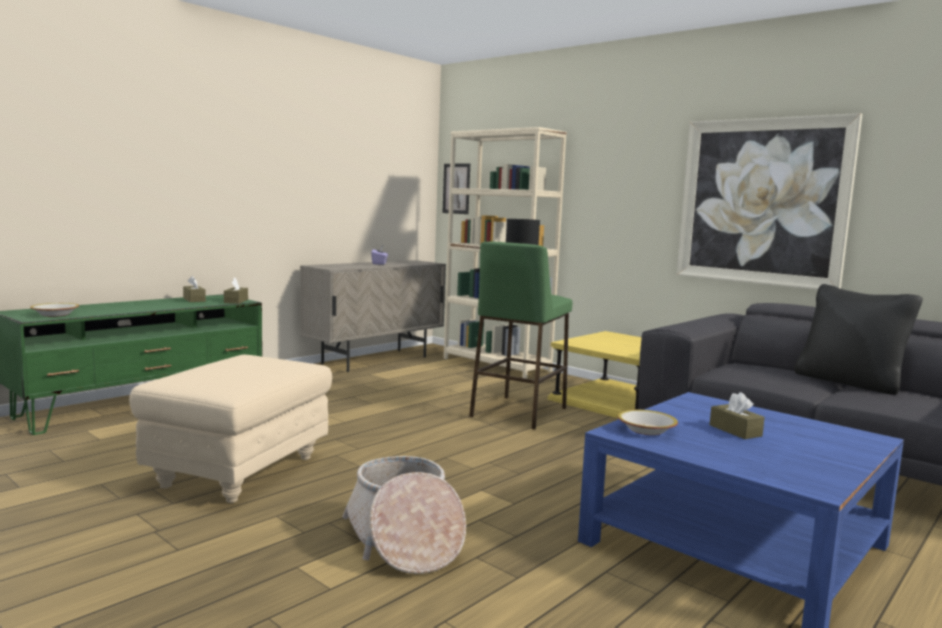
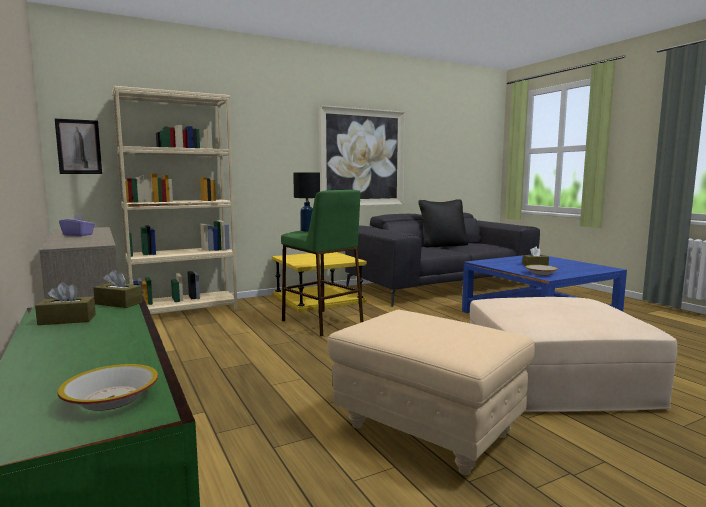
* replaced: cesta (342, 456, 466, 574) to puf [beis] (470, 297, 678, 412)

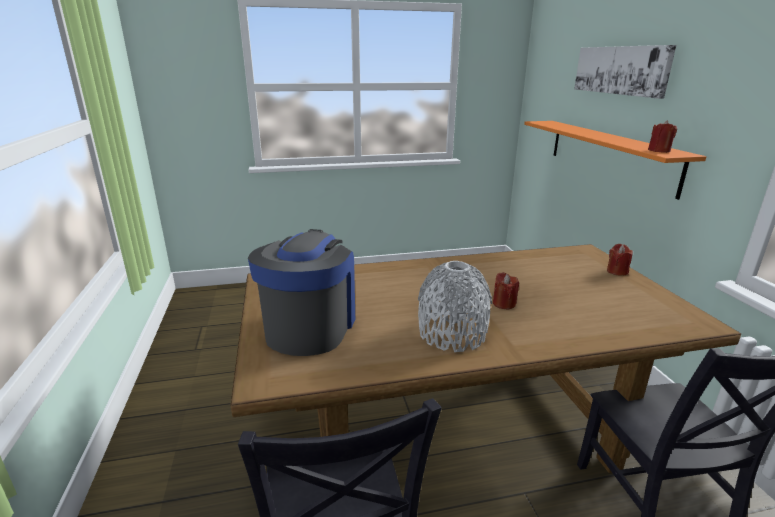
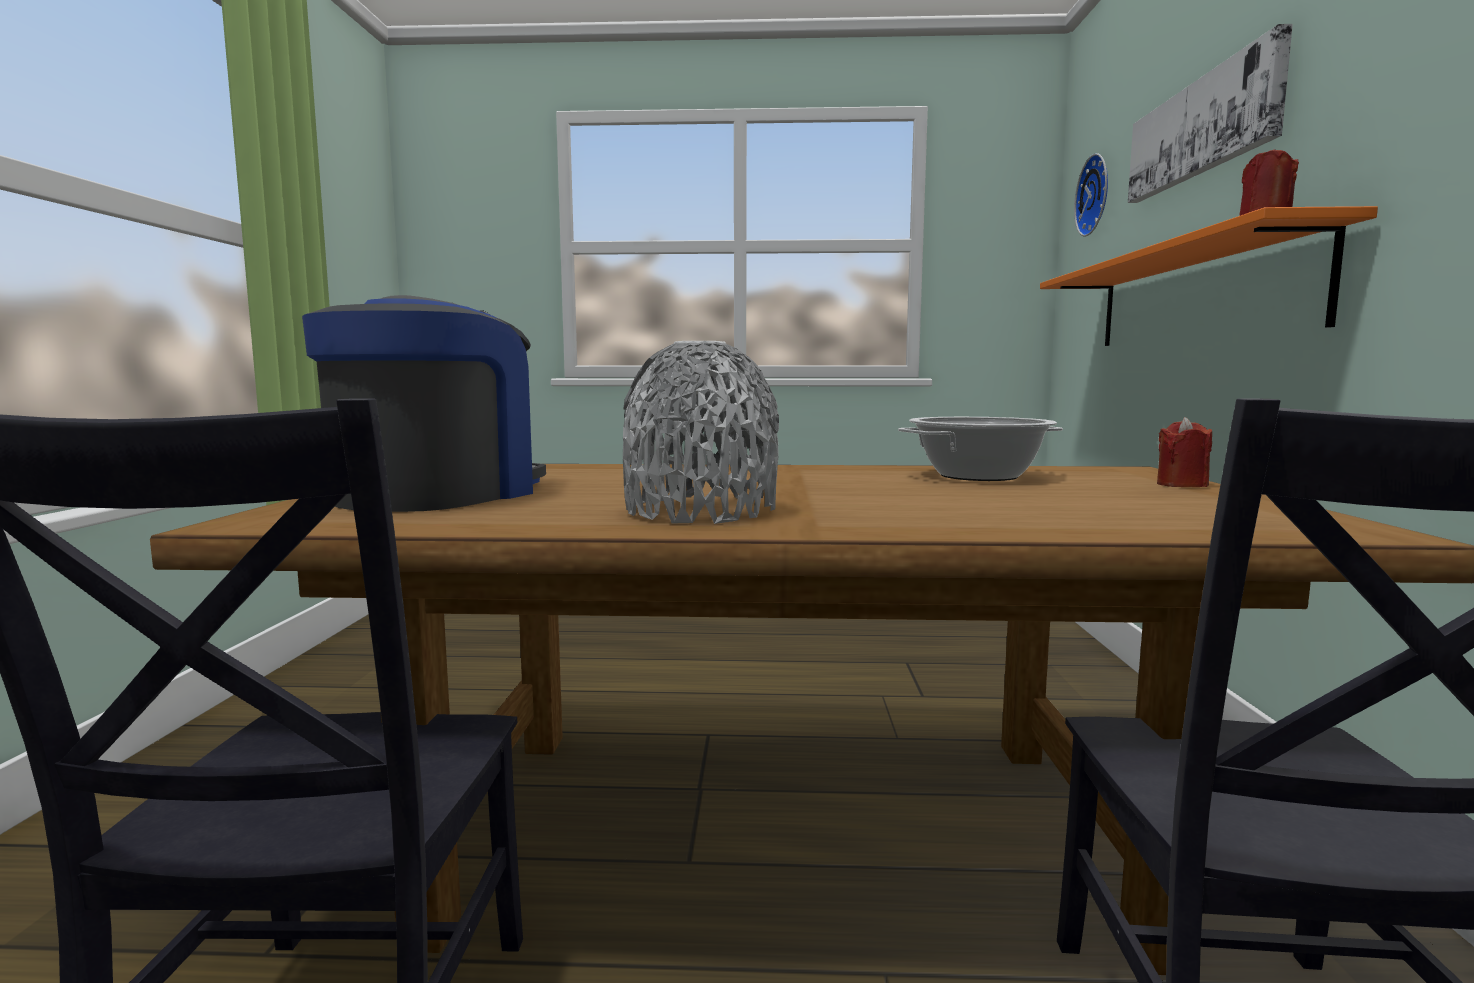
* removed: vela [rojo] (493, 272, 519, 309)
* added: olla (898, 417, 1063, 481)
* added: reloj de pared (1074, 153, 1108, 237)

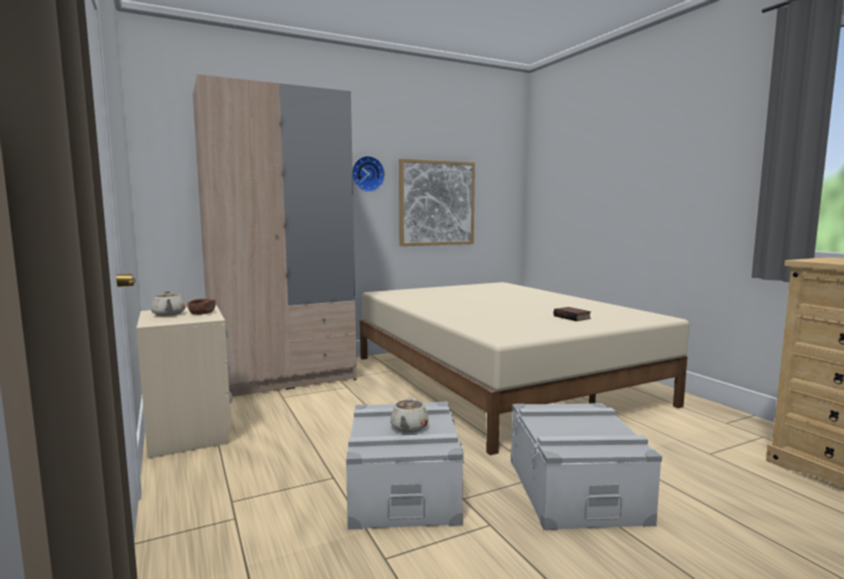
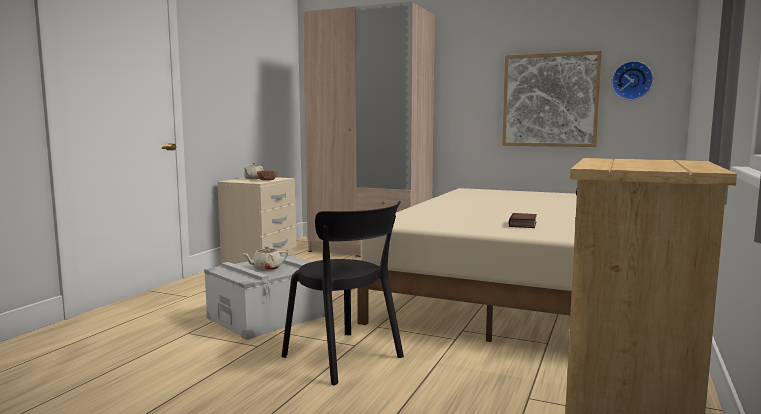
* moved: reloj de pared (352, 156, 385, 192) to (611, 61, 653, 100)
* replaced: caja de almacenaje [gris] (511, 403, 662, 530) to silla [negro] (281, 201, 404, 385)

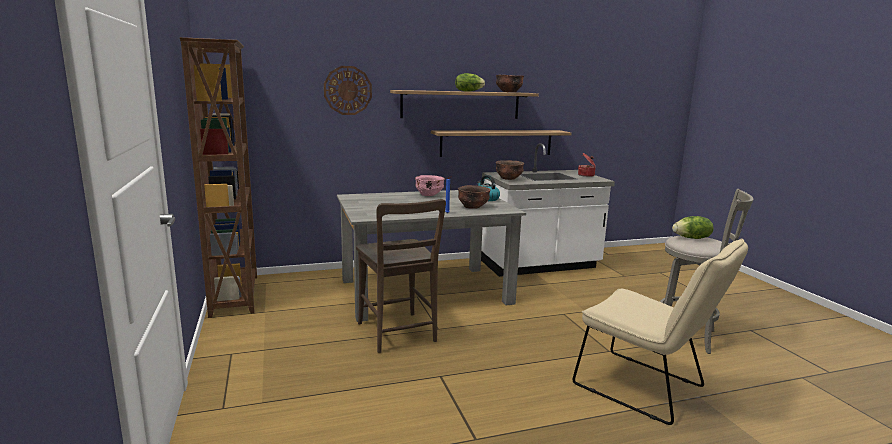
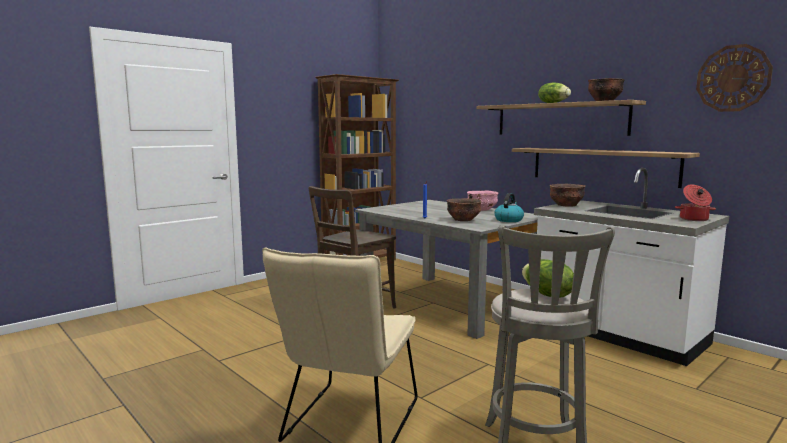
* moved: reloj de pared (324, 66, 372, 115) to (696, 44, 773, 112)

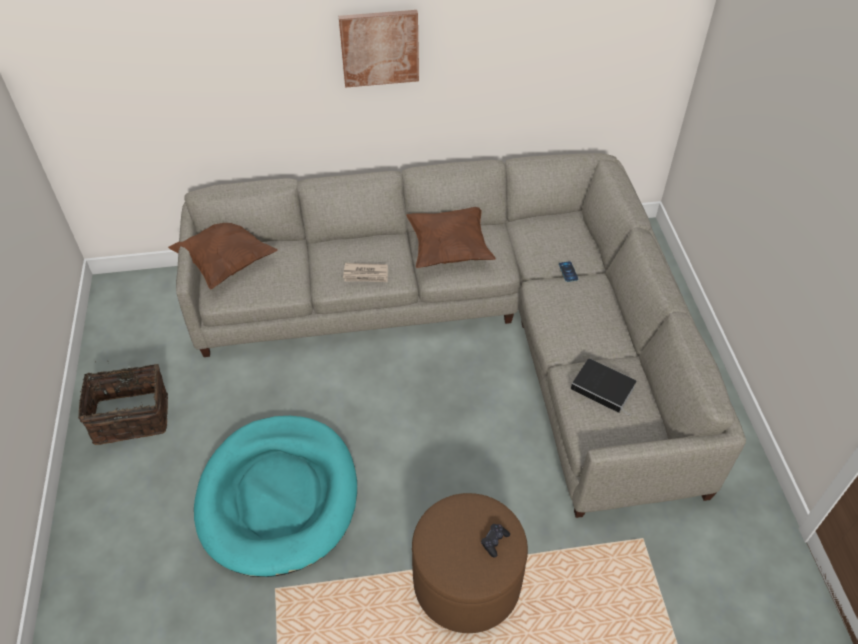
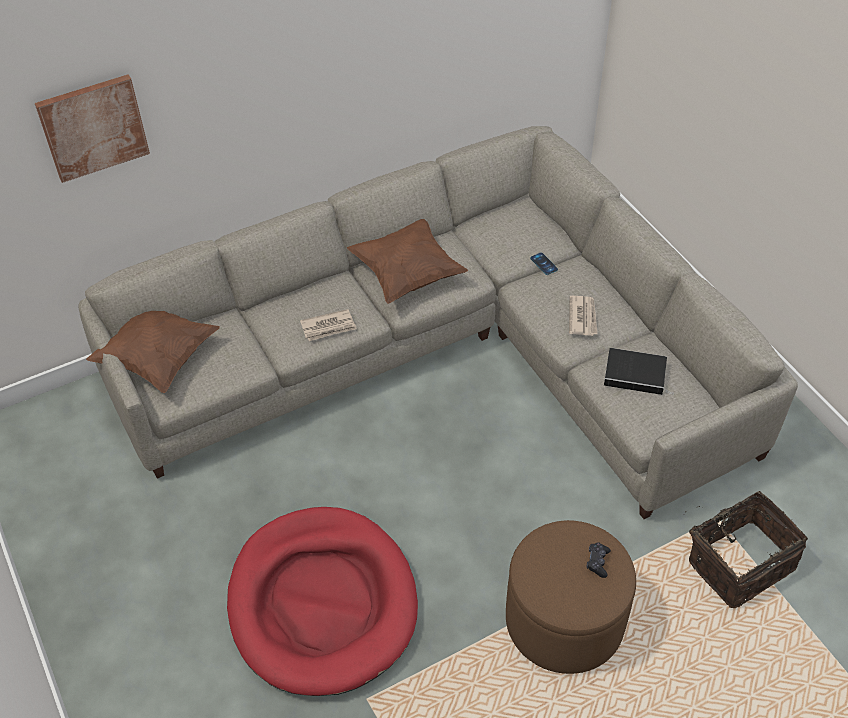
* added: periódico (569, 296, 598, 336)
* moved: cesta (78, 361, 168, 445) to (684, 491, 808, 608)
* moved: cuadro (339, 10, 419, 88) to (35, 74, 150, 183)
* recoloured: cama para perro [turquesa] (194, 416, 357, 577) to cama para perro [rojo] (227, 507, 418, 696)

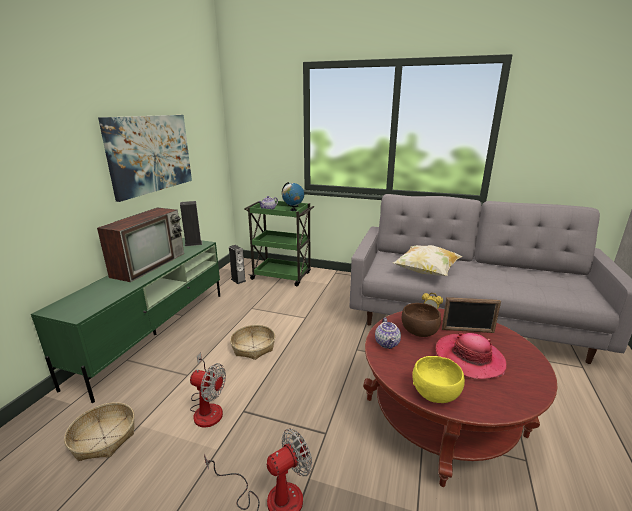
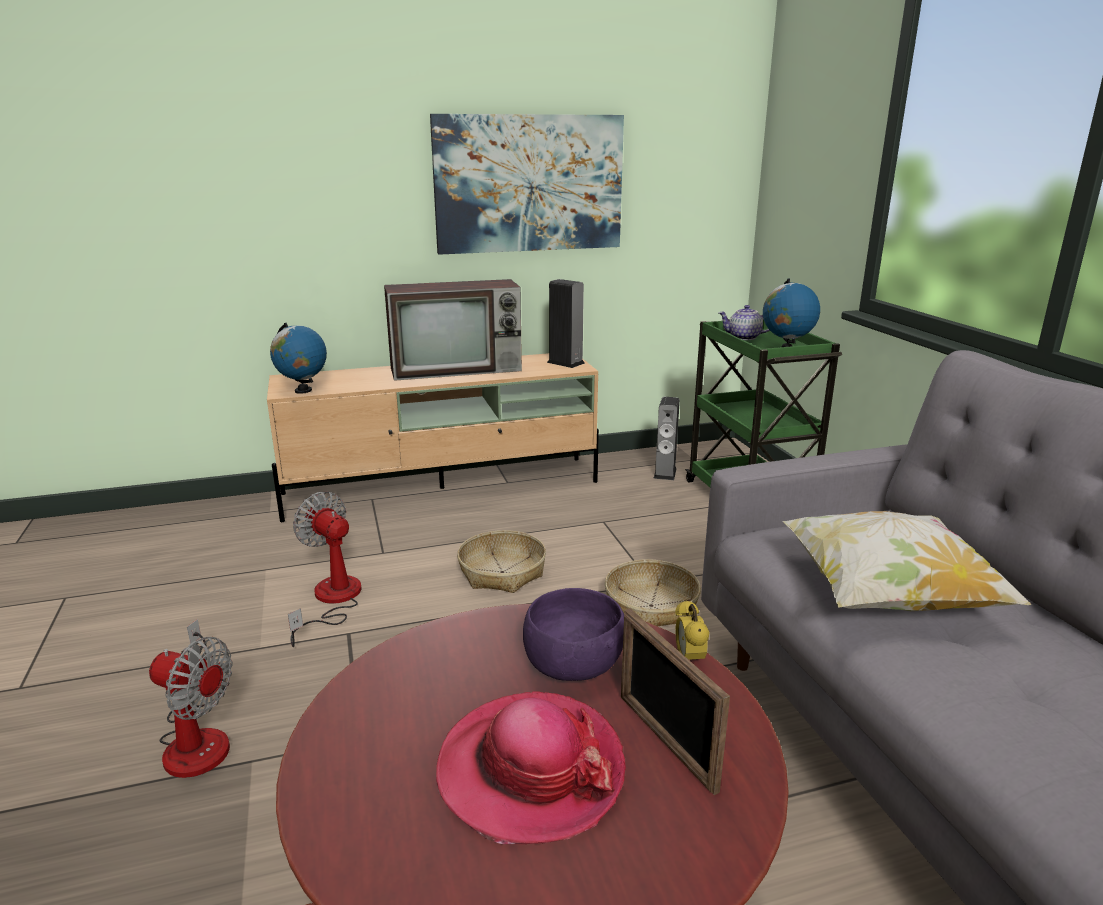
* removed: tetera (375, 317, 401, 349)
* removed: cuenco [amarillo] (412, 356, 465, 403)
* added: globo terráqueo (270, 323, 327, 394)
* moved: cesta (64, 402, 135, 461) to (605, 559, 701, 626)
* recoloured: mueble de televisión [verde] (31, 238, 220, 403) to mueble de televisión [beis] (267, 353, 599, 522)
* recoloured: cuenco [marrón] (402, 303, 441, 337) to cuenco [morado] (523, 588, 624, 681)
* turned: ventilador (190, 352, 226, 428) = (288, 492, 362, 647) 150 degrees clockwise

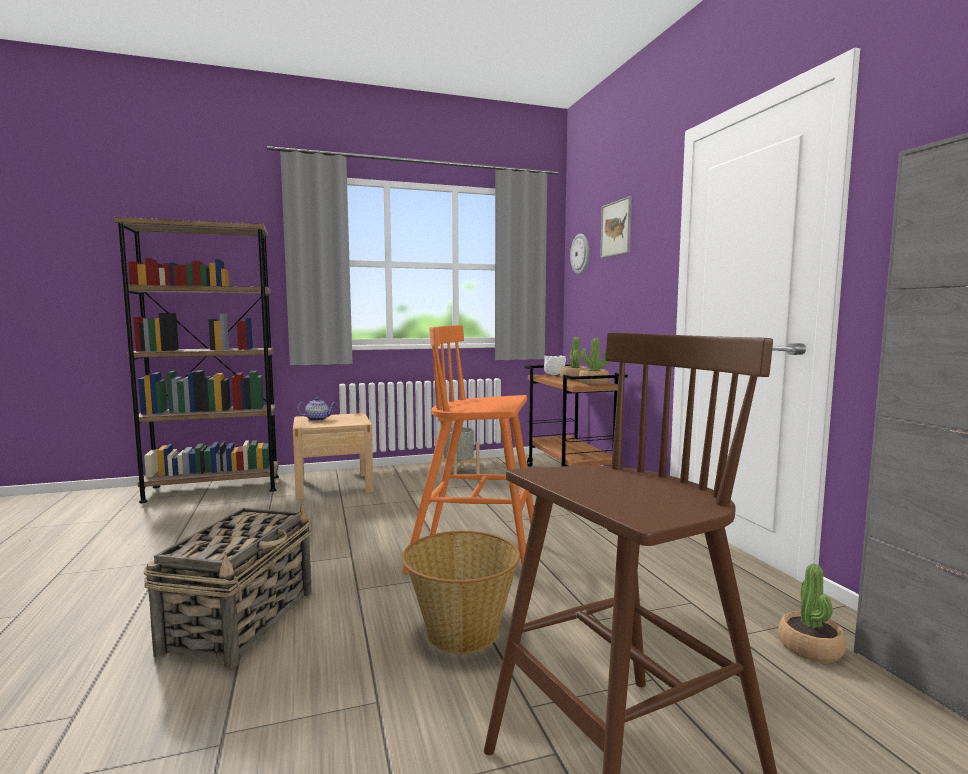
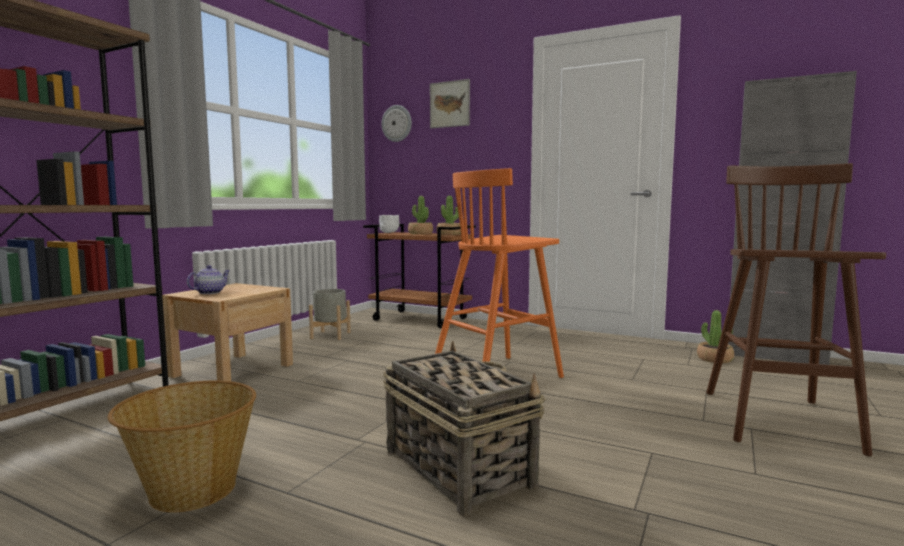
* moved: cesta (402, 531, 520, 654) to (108, 380, 256, 512)

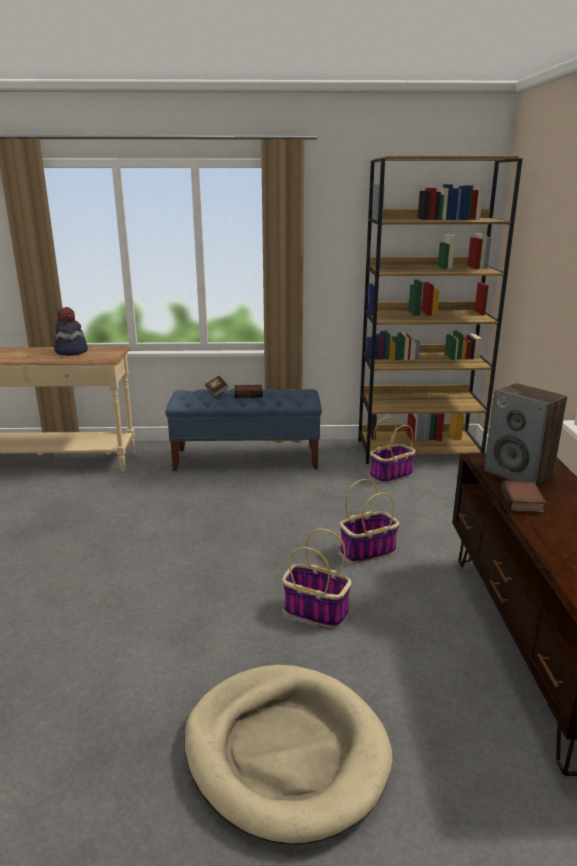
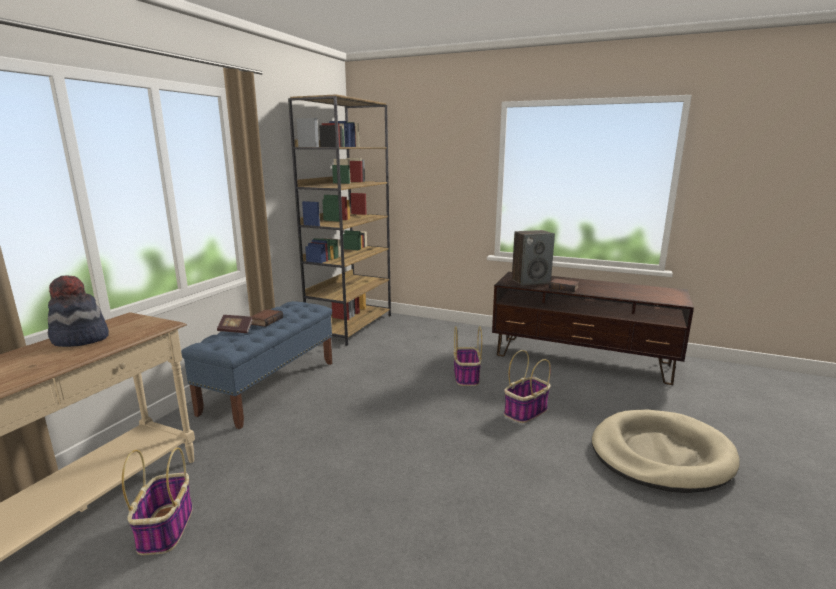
* moved: cesta (370, 417, 416, 483) to (122, 447, 193, 555)

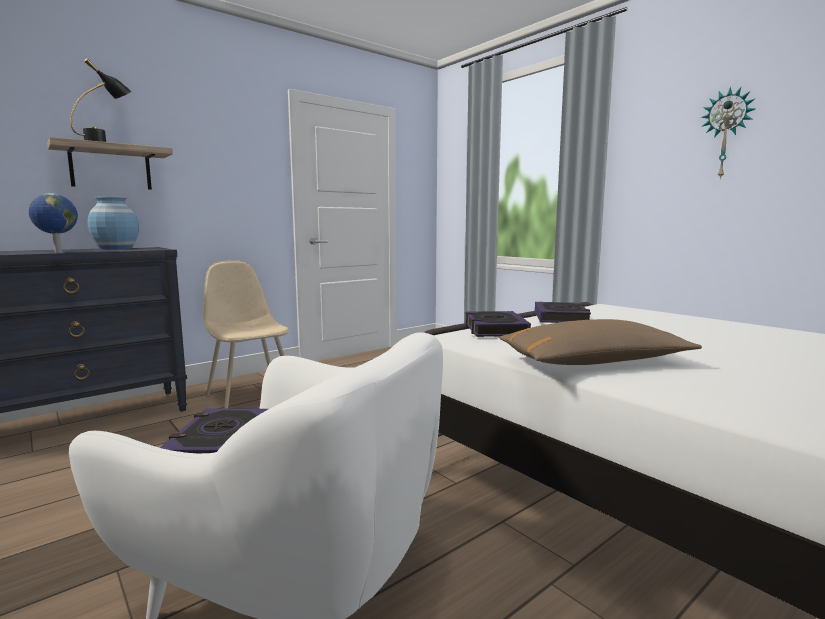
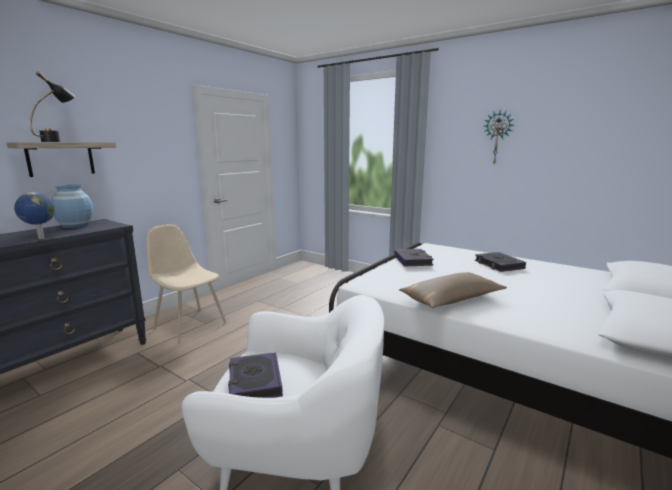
* moved: libro (465, 311, 531, 337) to (475, 252, 526, 272)

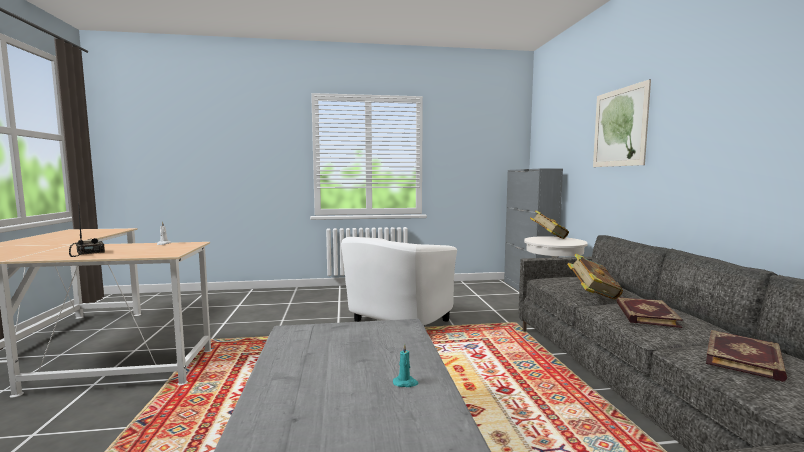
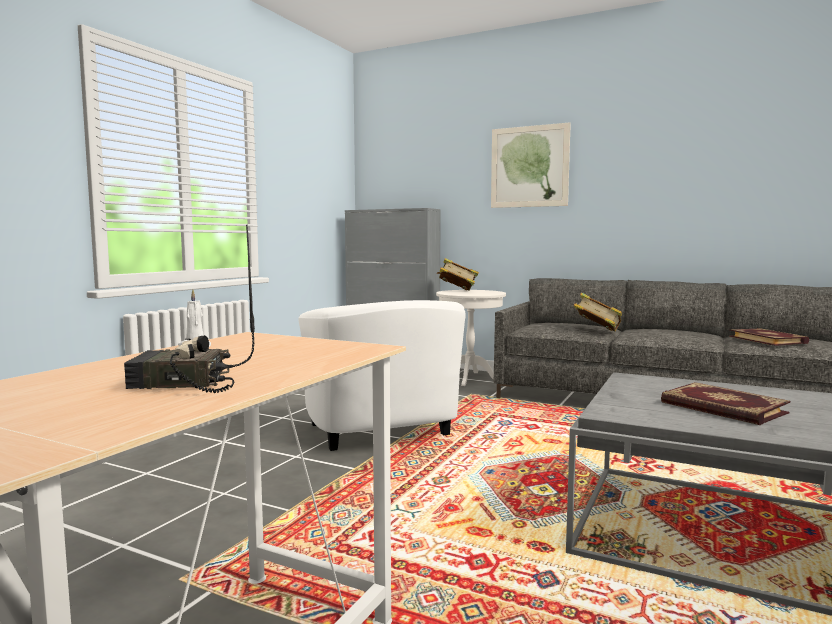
* removed: vela [turquesa] (393, 344, 419, 387)
* moved: libro (616, 297, 683, 328) to (661, 382, 790, 425)

